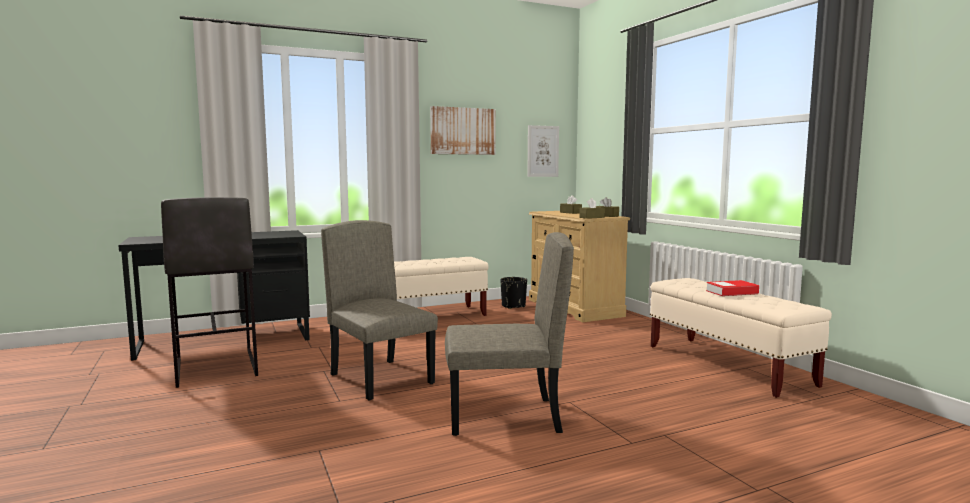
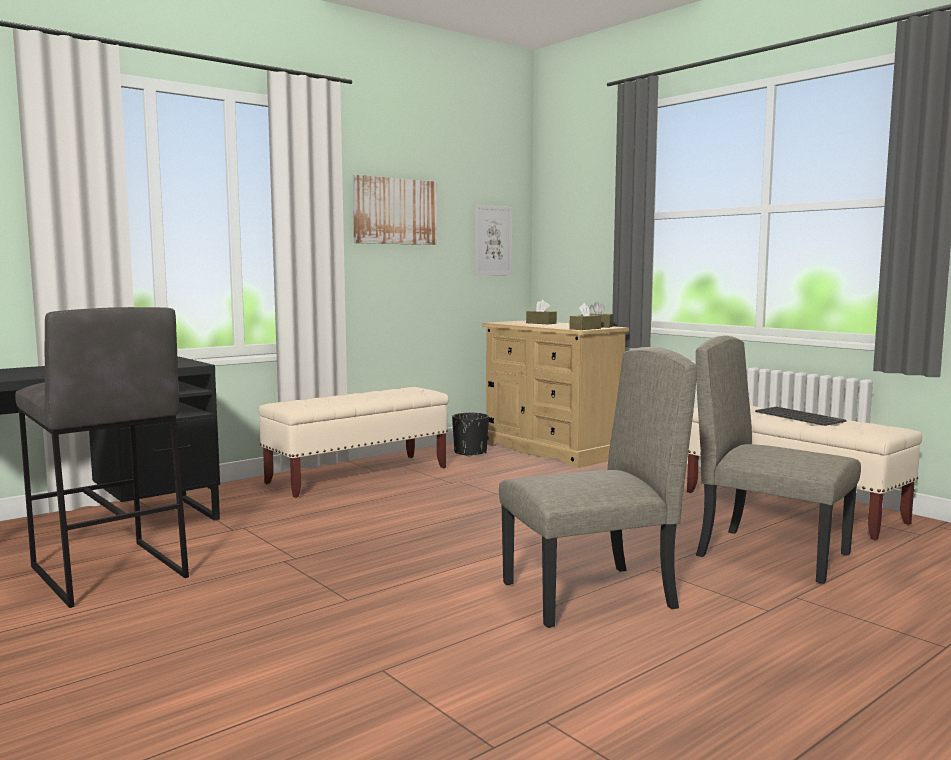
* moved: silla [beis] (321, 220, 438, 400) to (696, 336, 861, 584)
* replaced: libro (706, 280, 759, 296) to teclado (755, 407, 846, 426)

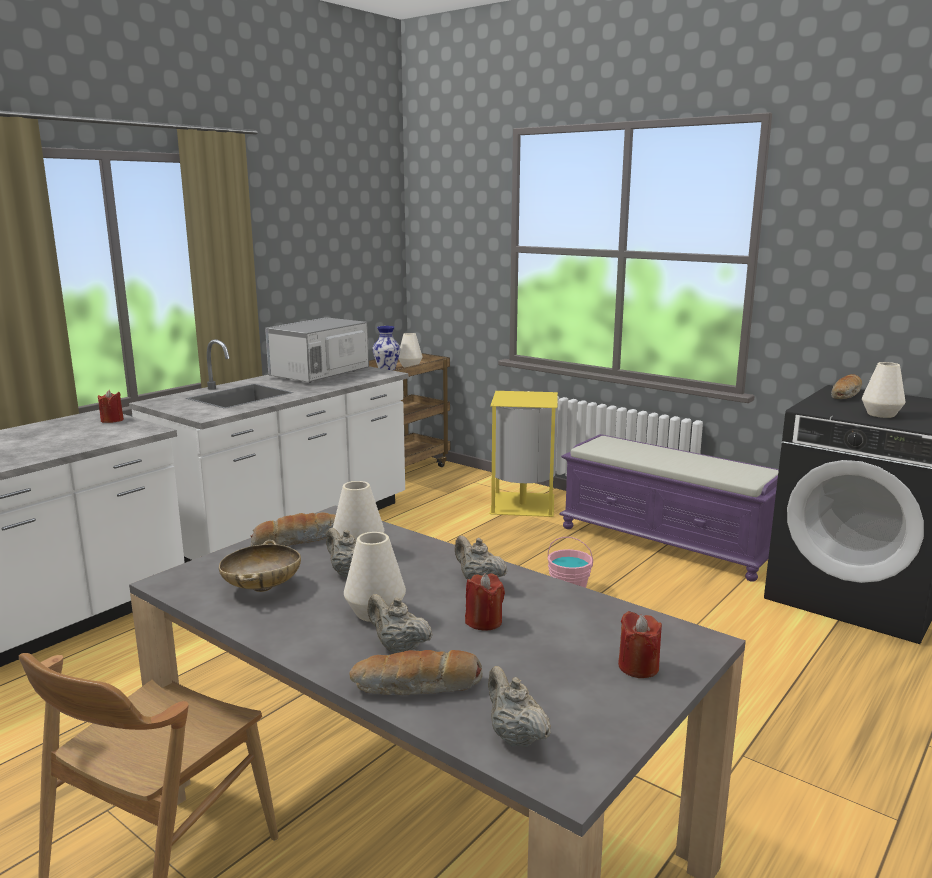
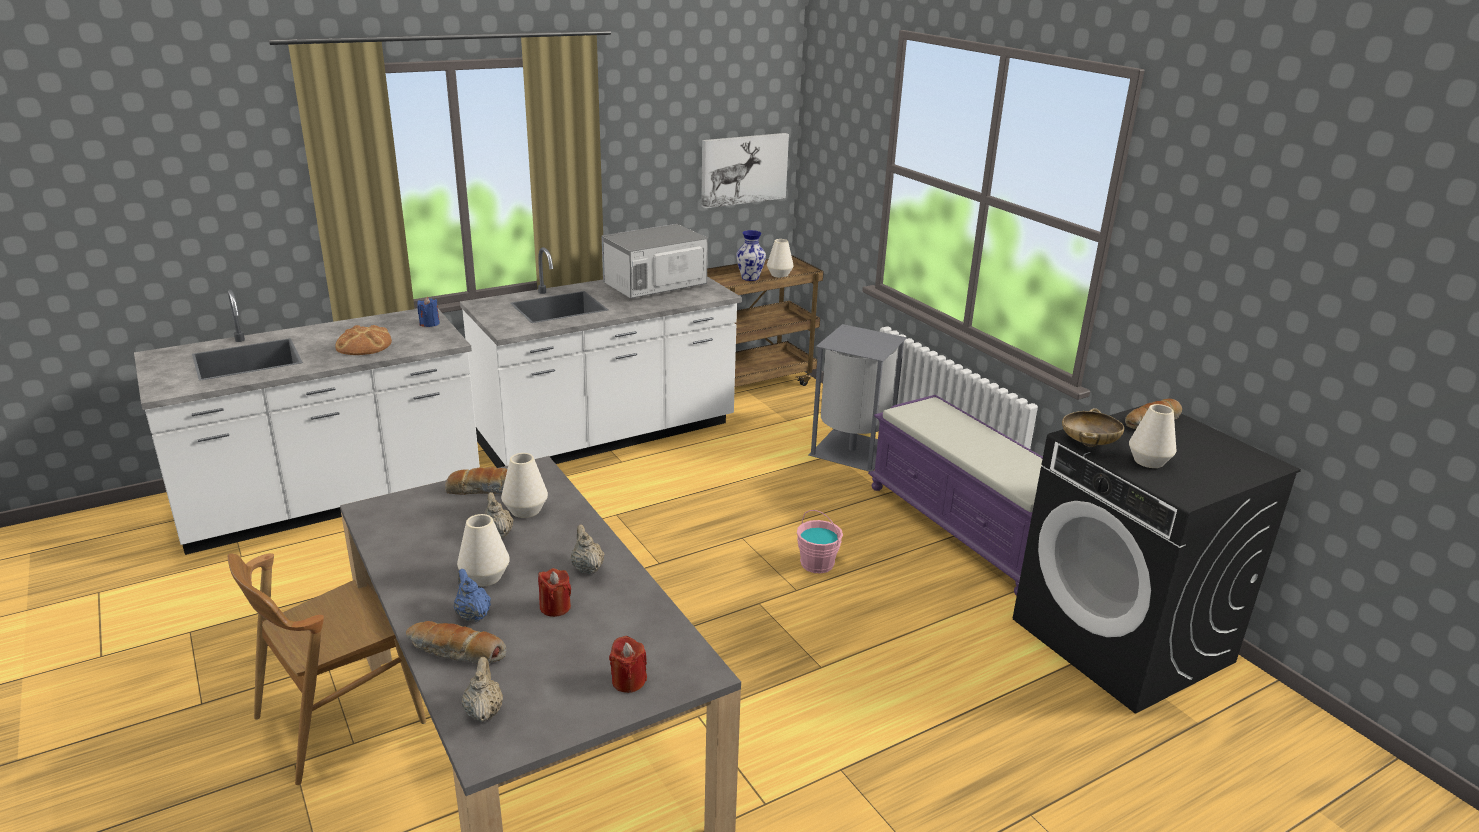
* added: pan (335, 325, 392, 355)
* added: cuadro (701, 133, 789, 208)
* moved: cuenco [beis] (219, 540, 301, 592) to (1062, 408, 1124, 447)
* recoloured: vela [rojo] (98, 390, 124, 423) to vela [azul] (417, 297, 440, 327)
* recoloured: tetera [beis] (368, 594, 433, 653) to tetera [azul] (454, 569, 491, 622)
* recoloured: papelera [amarillo] (489, 391, 558, 517) to papelera [gris] (809, 324, 907, 472)

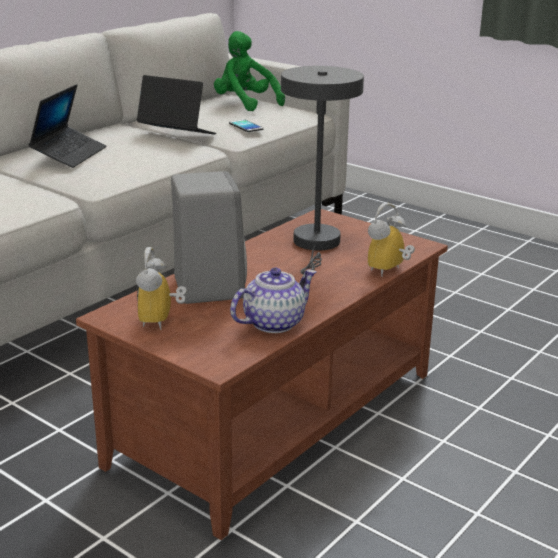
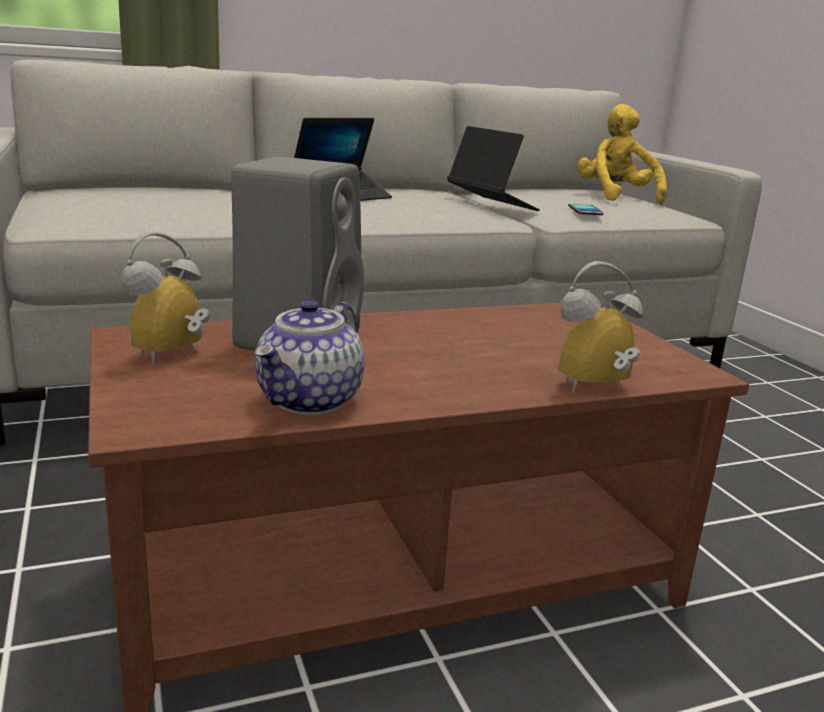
* removed: lámpara de mesa [gris] (281, 66, 364, 274)
* recoloured: peluche [verde] (214, 31, 285, 111) to peluche [amarillo] (577, 104, 667, 205)
* turned: tetera (230, 268, 316, 333) = (255, 299, 364, 415) 120 degrees clockwise

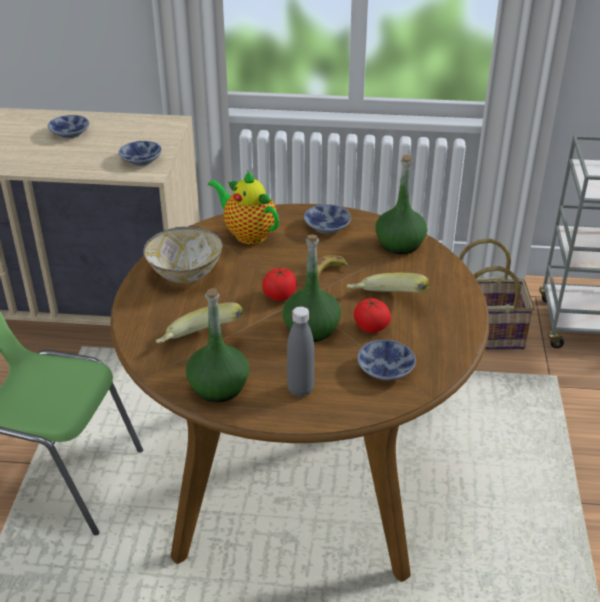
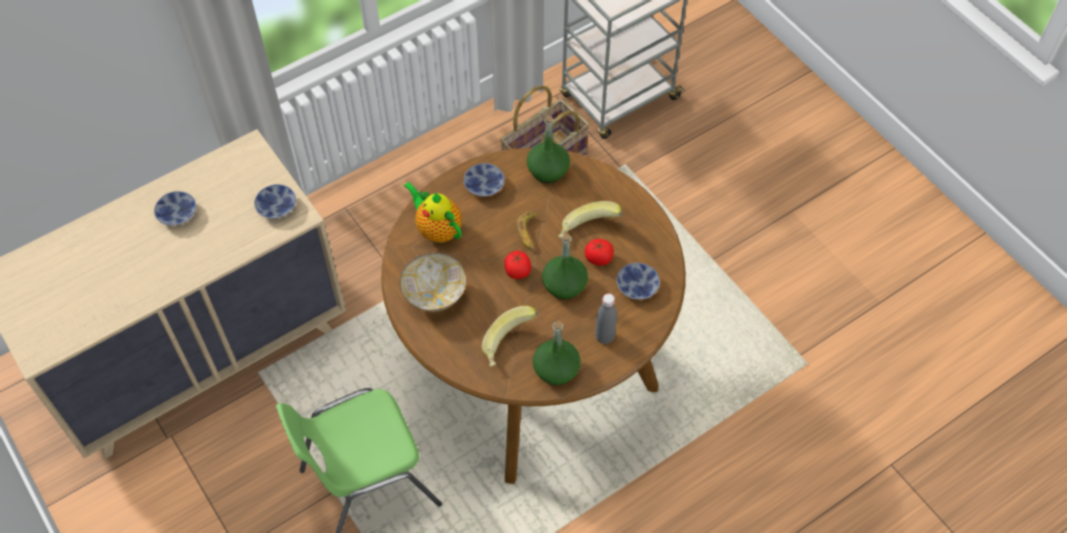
* turned: tetera (208, 170, 279, 244) = (403, 181, 462, 243) 45 degrees clockwise

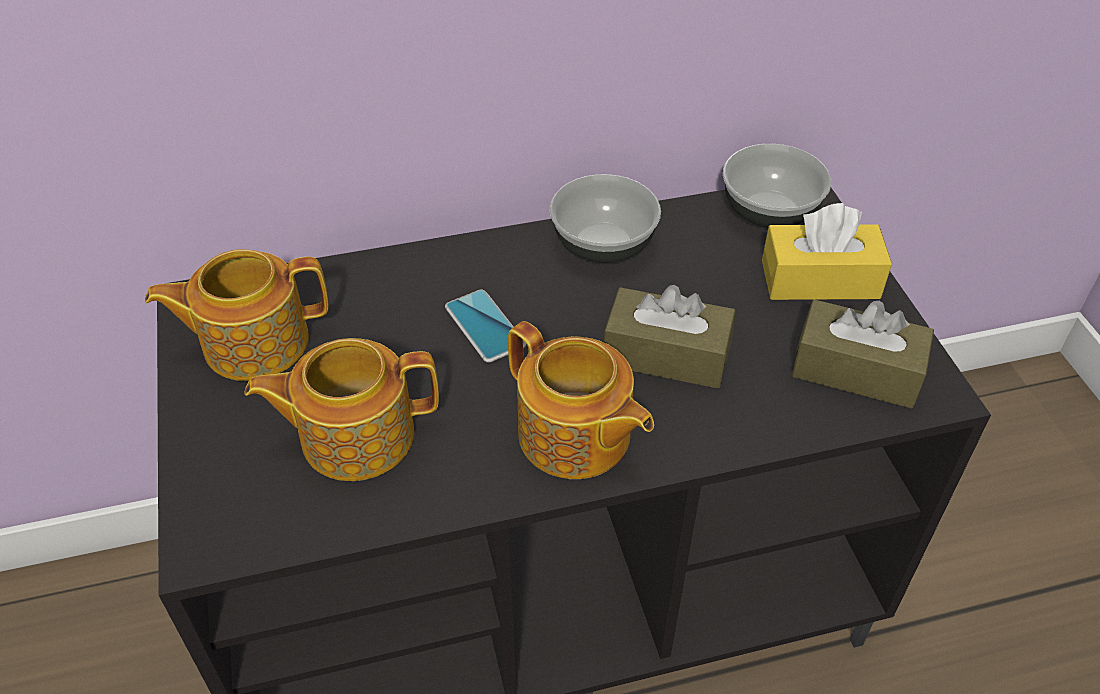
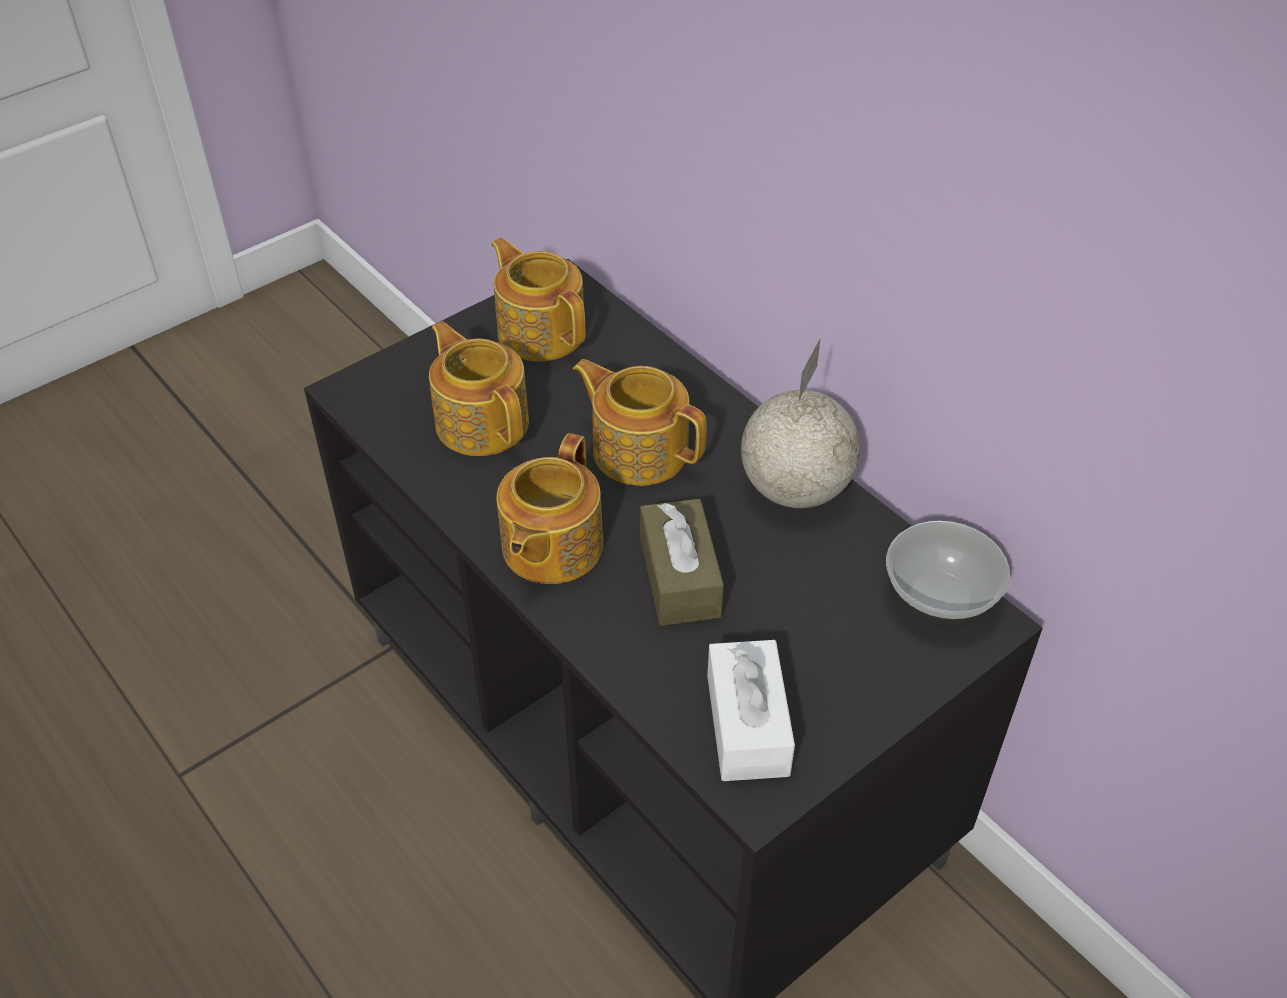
* removed: caja de pañuelos [amarillo] (762, 203, 892, 300)
* replaced: móvil (445, 290, 526, 363) to tetera (573, 359, 707, 486)
* replaced: cuenco (550, 174, 661, 263) to globo terráqueo (741, 337, 860, 508)
* recoloured: caja de pañuelos [marrón] (792, 300, 934, 408) to caja de pañuelos [blanco] (707, 640, 795, 781)

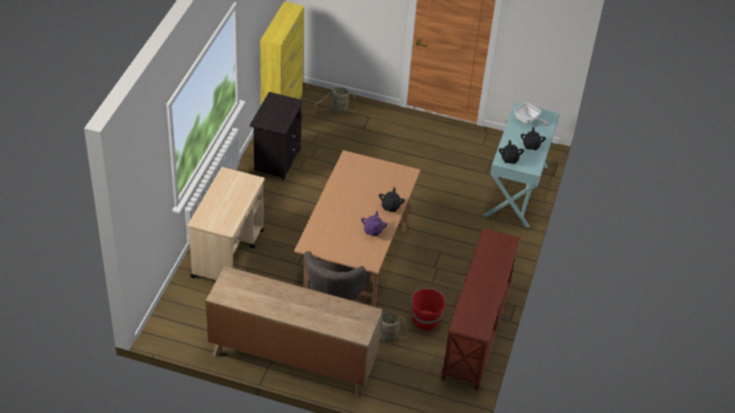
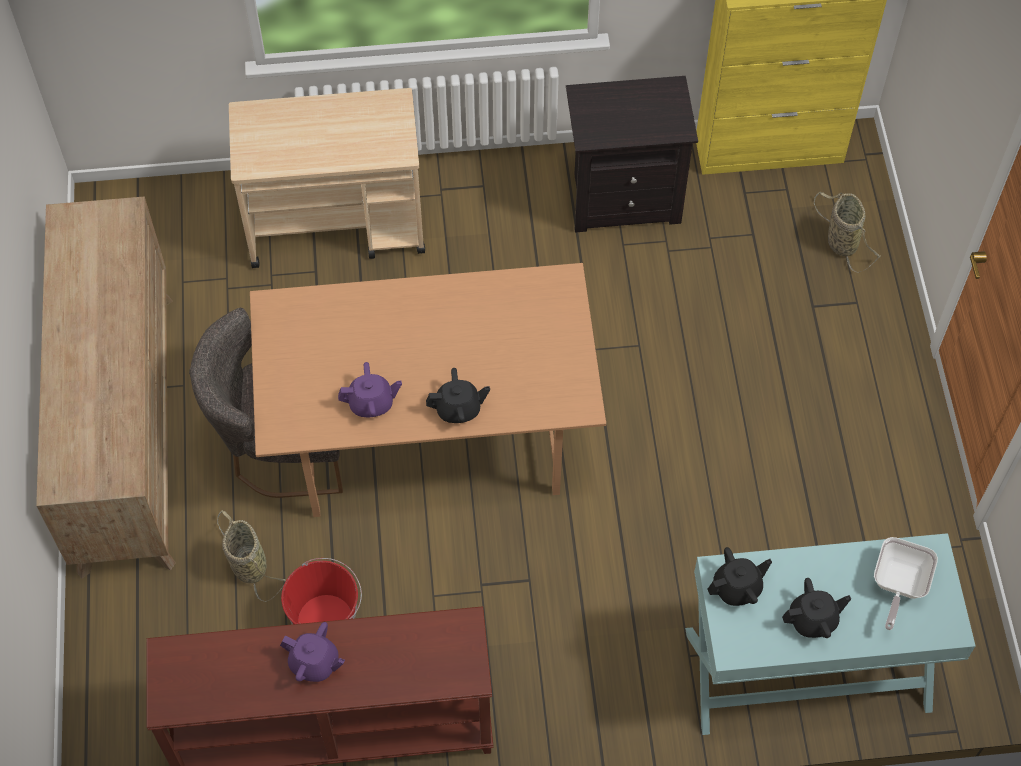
* added: tetera [morado] (280, 622, 345, 682)

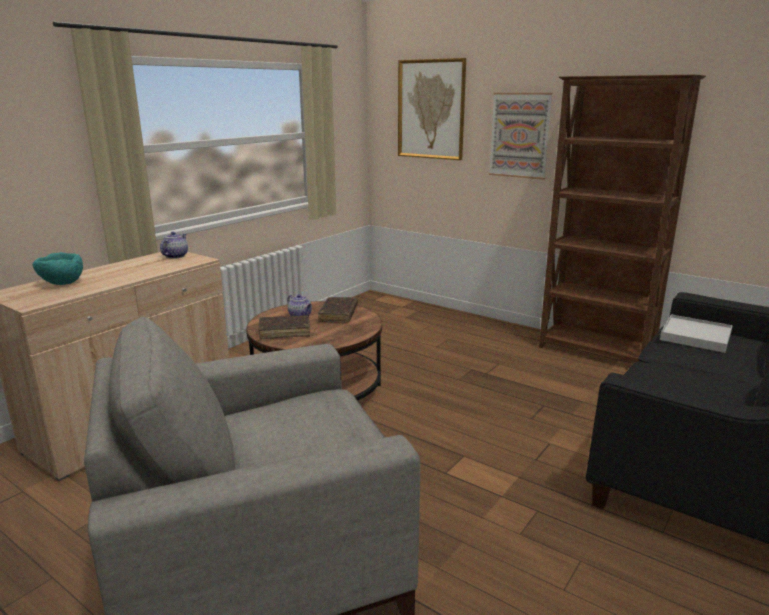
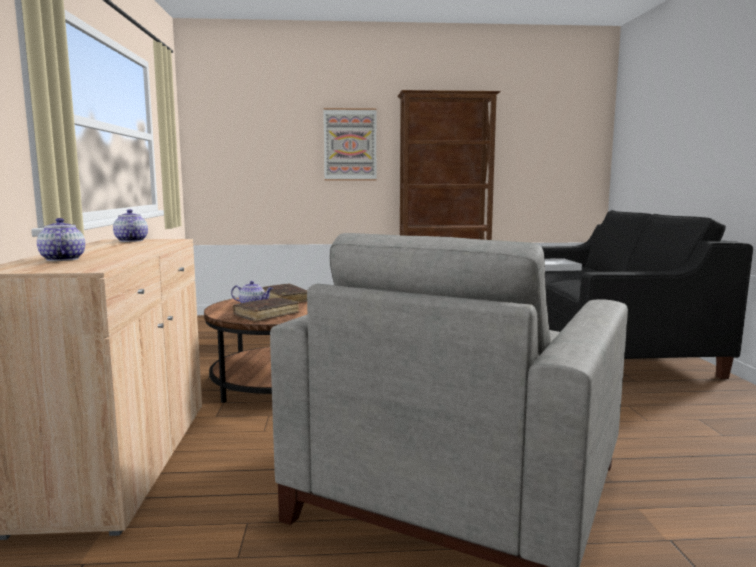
* removed: cuadro (398, 58, 466, 160)
* replaced: cuenco [turquesa] (32, 252, 83, 285) to tetera (37, 218, 85, 261)

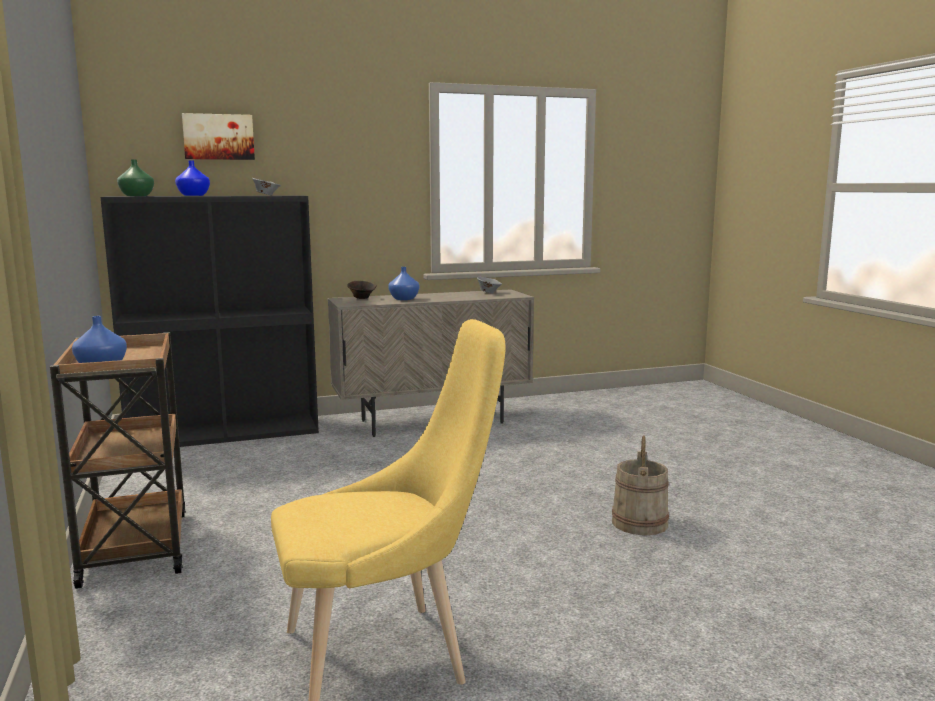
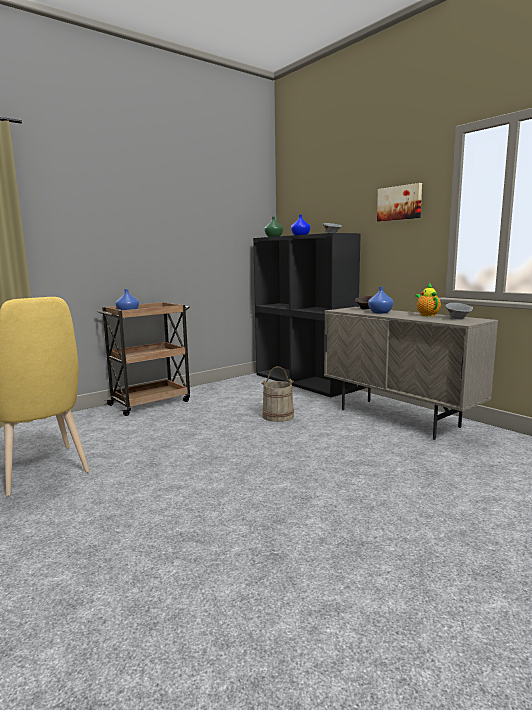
* added: tetera (415, 283, 441, 317)
* moved: cuadro (182, 113, 255, 160) to (377, 183, 422, 221)
* moved: cubo [beis] (612, 435, 669, 535) to (261, 366, 294, 422)

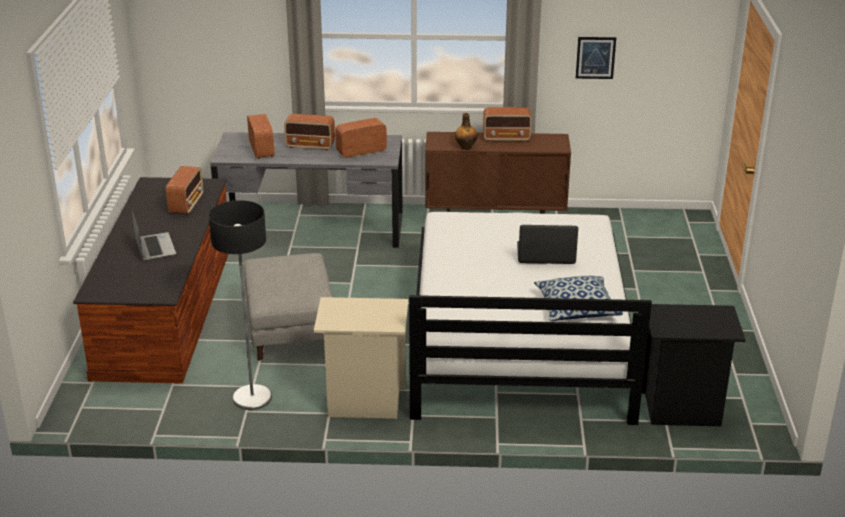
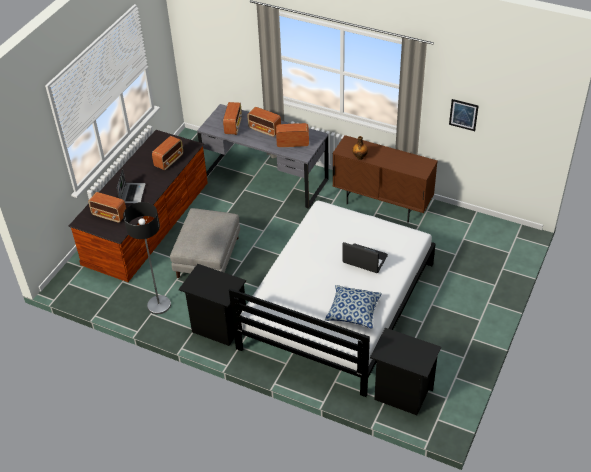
* moved: radio (483, 107, 532, 142) to (88, 192, 126, 223)
* recoloured: mesita de noche [beis] (314, 297, 408, 419) to mesita de noche [negro] (179, 264, 246, 346)

